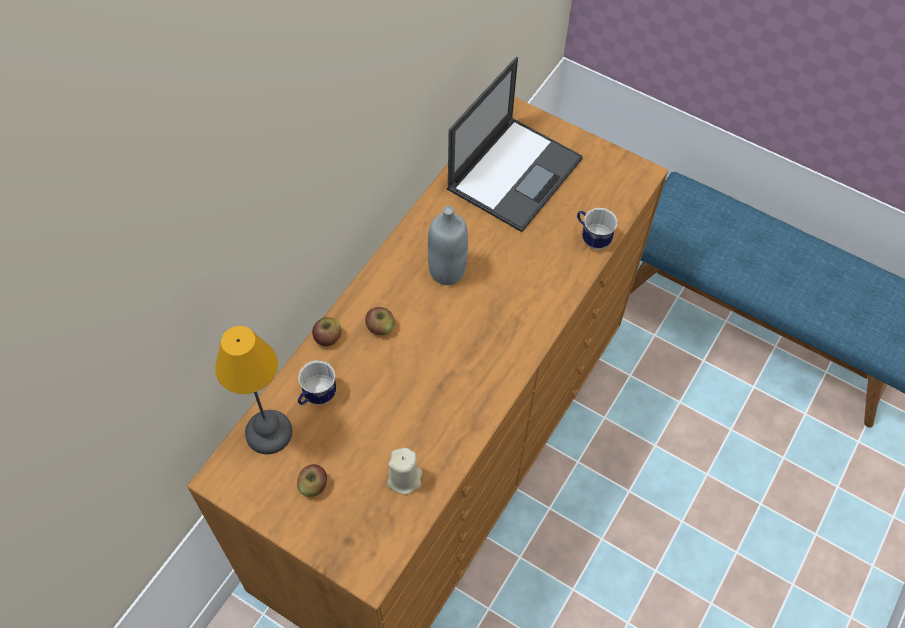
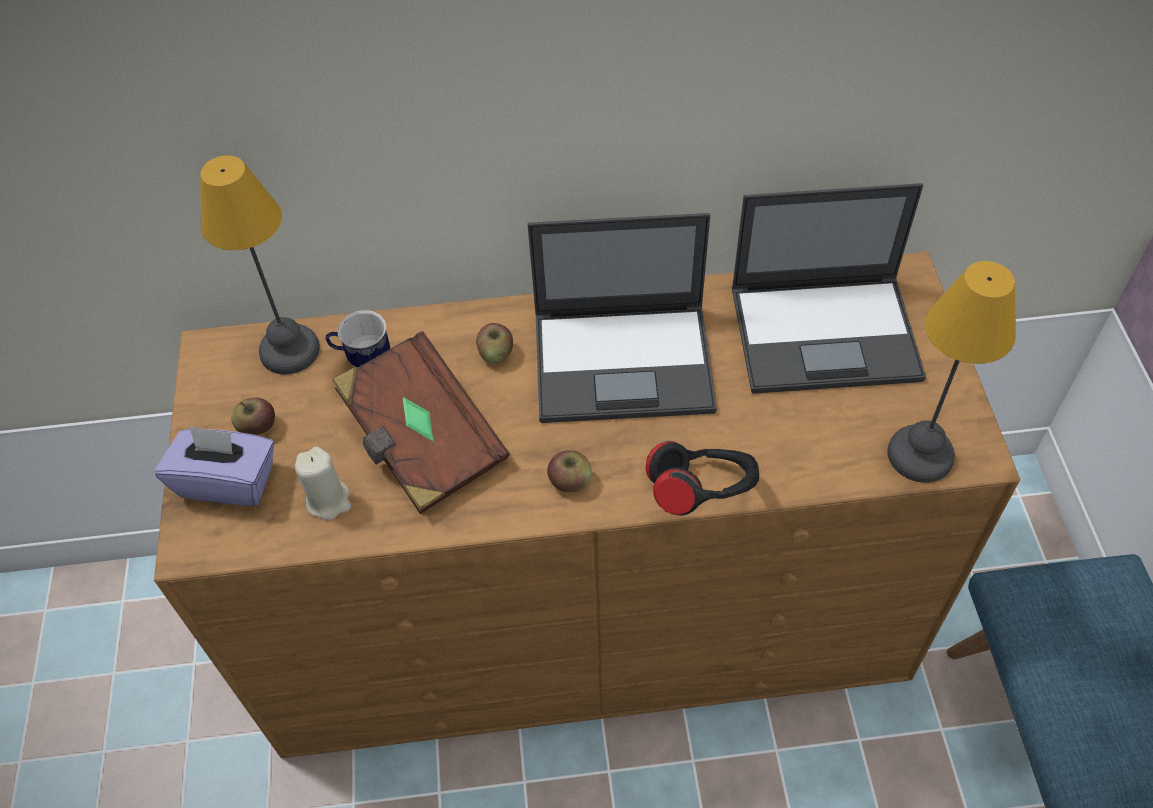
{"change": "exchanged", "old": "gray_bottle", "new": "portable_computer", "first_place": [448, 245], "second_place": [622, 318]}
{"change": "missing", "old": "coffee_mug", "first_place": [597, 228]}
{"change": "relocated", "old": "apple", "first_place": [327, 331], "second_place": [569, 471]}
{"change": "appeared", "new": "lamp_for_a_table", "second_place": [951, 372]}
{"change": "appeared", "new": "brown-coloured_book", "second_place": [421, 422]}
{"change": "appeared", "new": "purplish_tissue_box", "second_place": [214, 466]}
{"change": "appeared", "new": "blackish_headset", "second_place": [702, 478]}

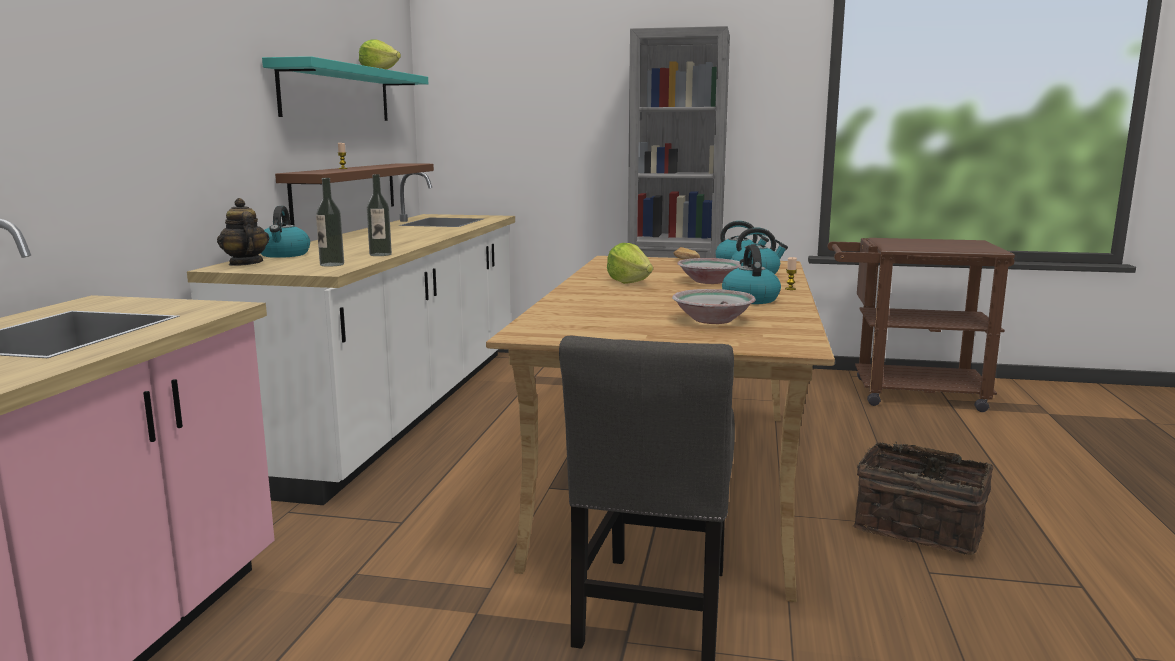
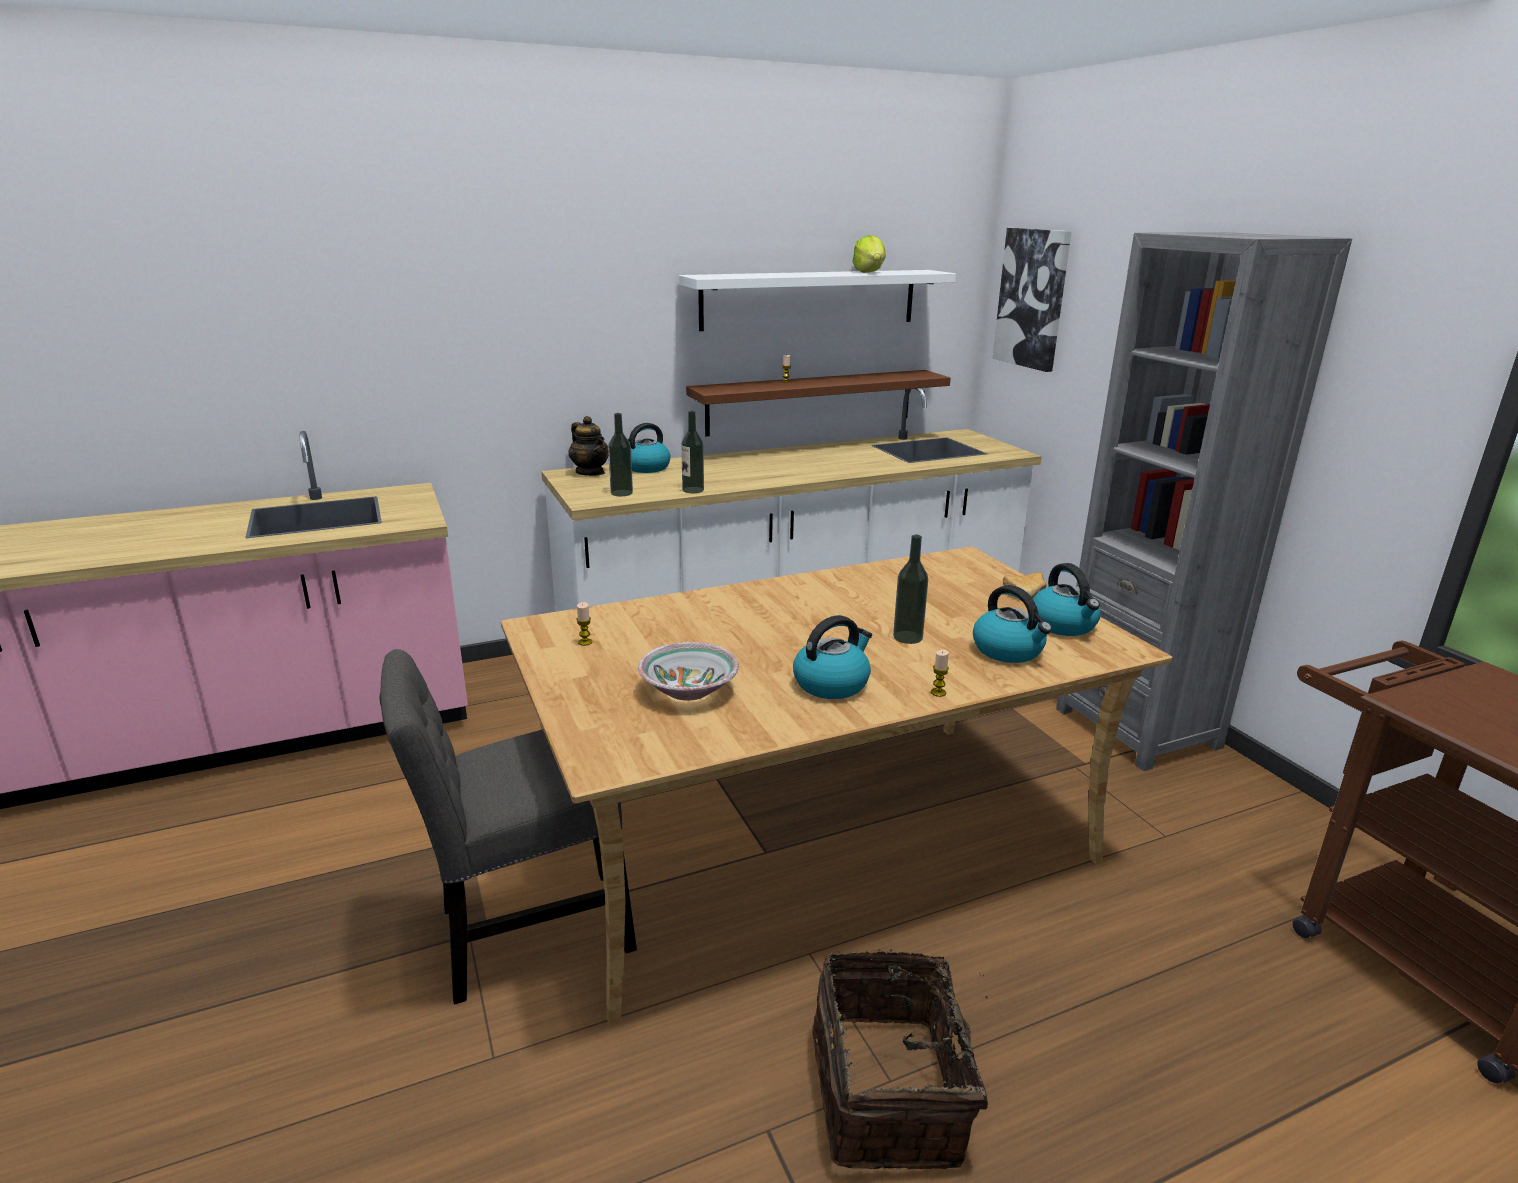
{"change": "colour", "old": "turquoise-coloured_shelf", "new": "white-coloured_shelf", "first_place": [345, 88], "second_place": [817, 300]}
{"change": "spun", "old": "pot_for_tea", "first_place": [243, 232], "second_place": [589, 446], "degrees": 120}
{"change": "missing", "old": "lettuce_head", "first_place": [630, 263]}
{"change": "exchanged", "old": "serving_bowl", "new": "bottle", "first_place": [709, 271], "second_place": [910, 589]}
{"change": "appeared", "new": "wall_picture", "second_place": [1032, 300]}
{"change": "appeared", "new": "wax_candle", "second_place": [584, 624]}

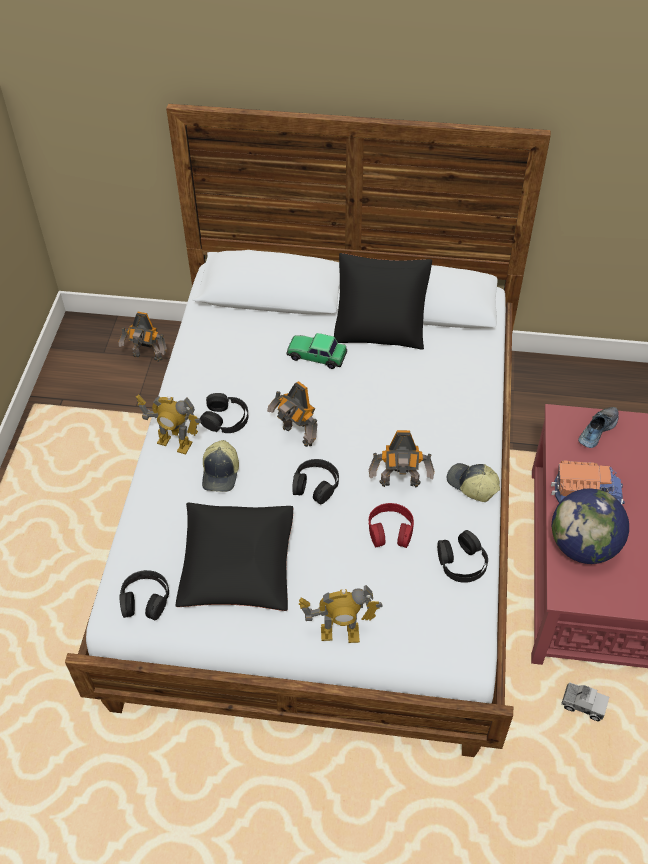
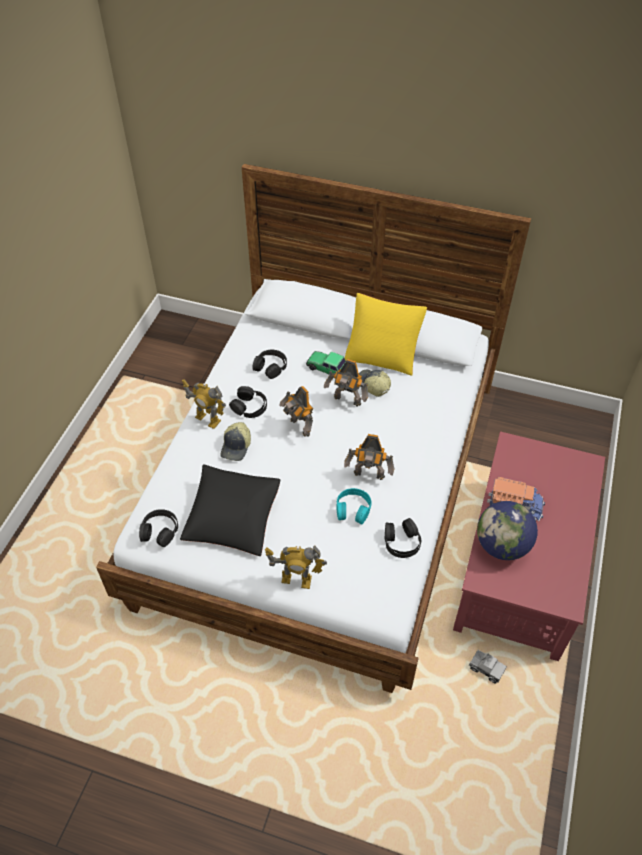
{"change": "colour", "old": "blackish_throw_pillow", "new": "yellow-coloured_throw_pillow", "first_place": [383, 301], "second_place": [386, 334]}
{"change": "relocated", "old": "robot_figure", "first_place": [143, 337], "second_place": [346, 383]}
{"change": "missing", "old": "item_of_footwear", "first_place": [598, 427]}
{"change": "relocated", "old": "blackish_headset", "first_place": [315, 481], "second_place": [270, 364]}
{"change": "relocated", "old": "peaked_cap", "first_place": [473, 482], "second_place": [375, 383]}
{"change": "colour", "old": "reddish_headset", "new": "turquoise-coloured_headset", "first_place": [391, 525], "second_place": [354, 506]}

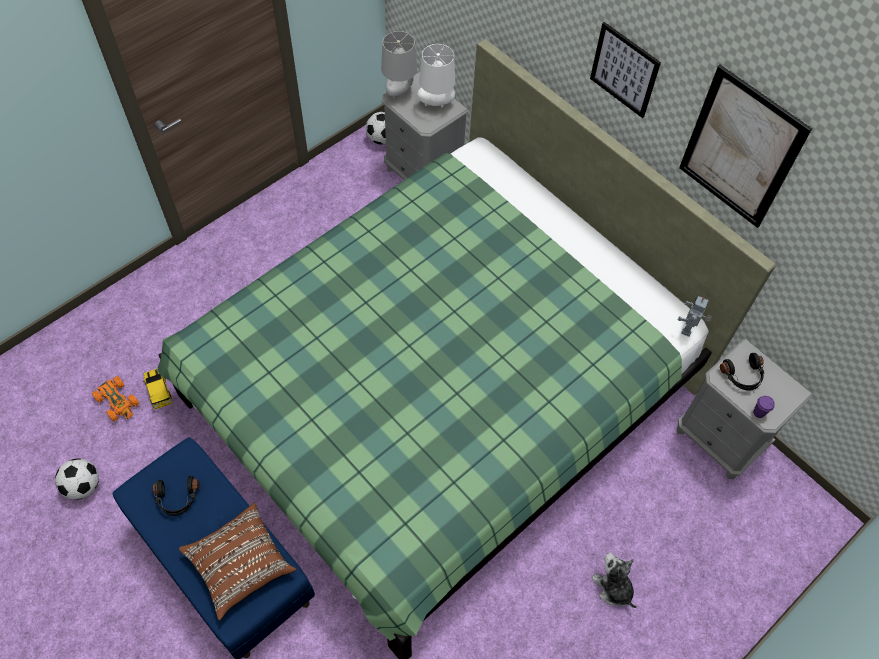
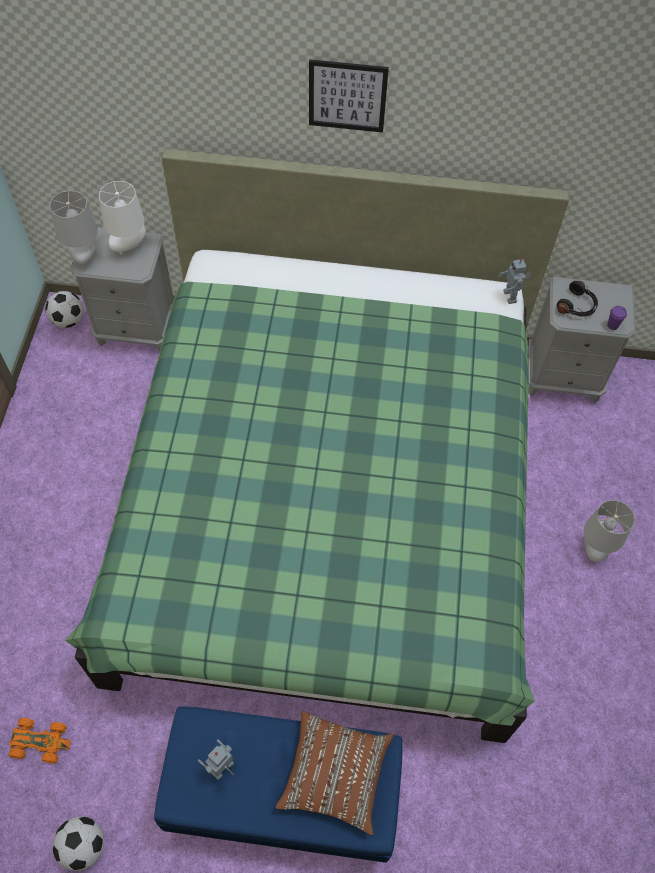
{"change": "missing", "old": "wall_picture", "first_place": [745, 146]}
{"change": "missing", "old": "model_car", "first_place": [157, 389]}
{"change": "exchanged", "old": "blackish_headset", "new": "robot_figure", "first_place": [175, 496], "second_place": [216, 759]}
{"change": "exchanged", "old": "soft_toy", "new": "gray_lamp_for_a_table", "first_place": [614, 580], "second_place": [609, 531]}

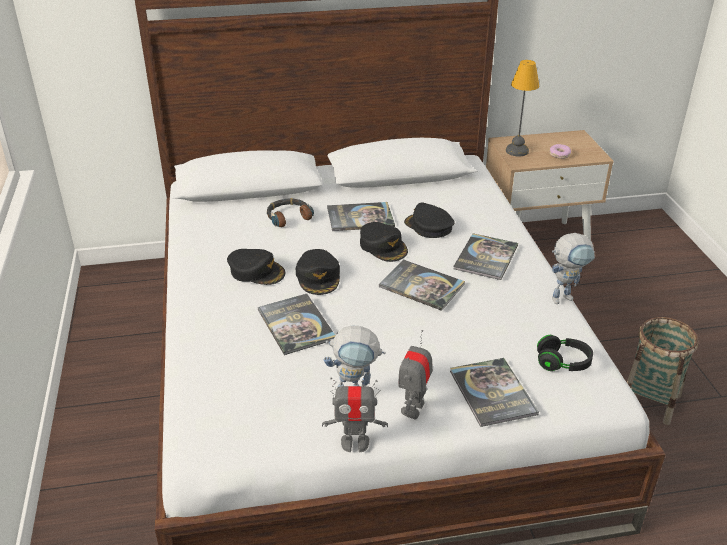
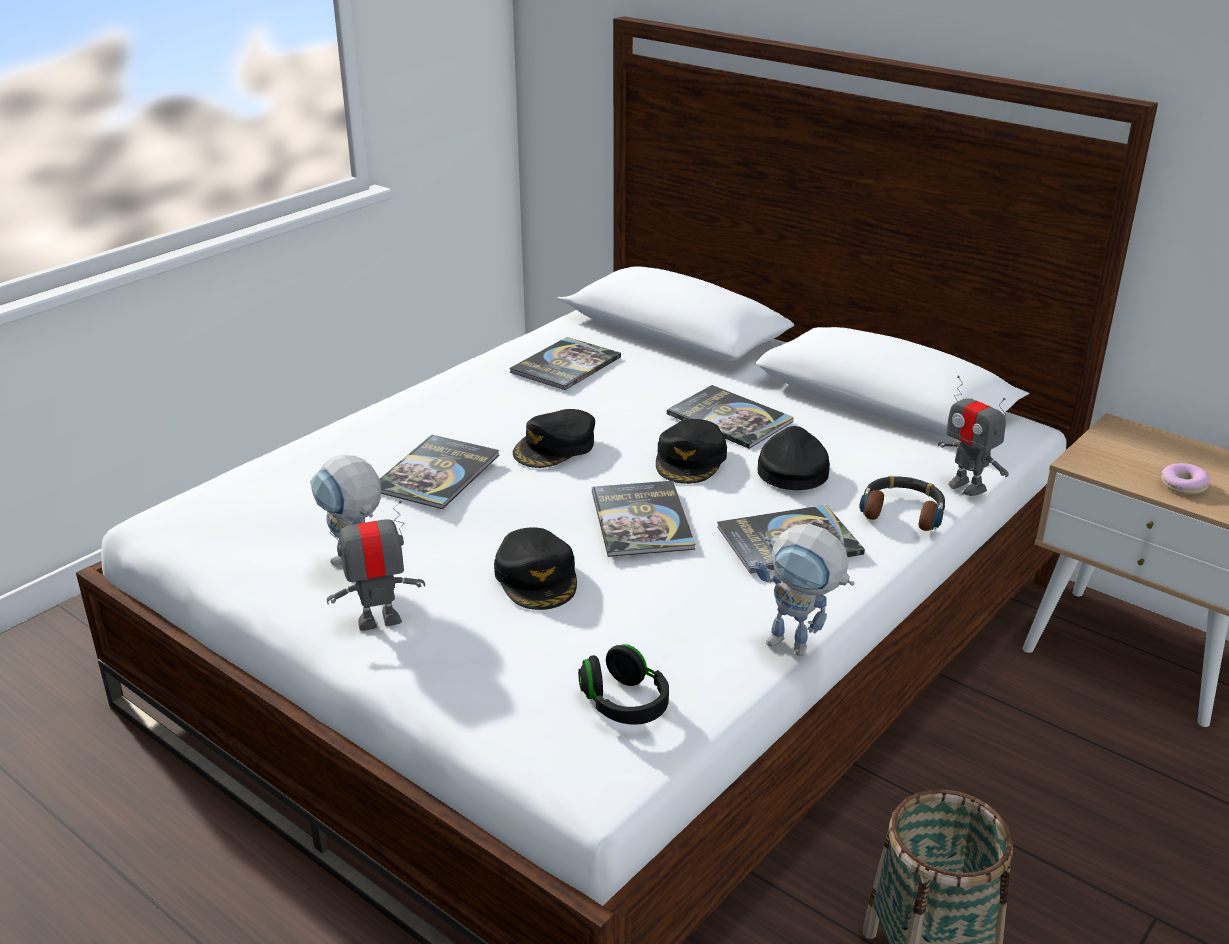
{"change": "missing", "old": "lamp_for_a_table", "first_place": [523, 108]}
{"change": "relocated", "old": "headset", "first_place": [290, 212], "second_place": [902, 503]}
{"change": "relocated", "old": "blackish_peaked_cap", "first_place": [256, 267], "second_place": [535, 568]}
{"change": "relocated", "old": "book", "first_place": [494, 392], "second_place": [565, 363]}
{"change": "relocated", "old": "robot_figure", "first_place": [355, 415], "second_place": [973, 436]}

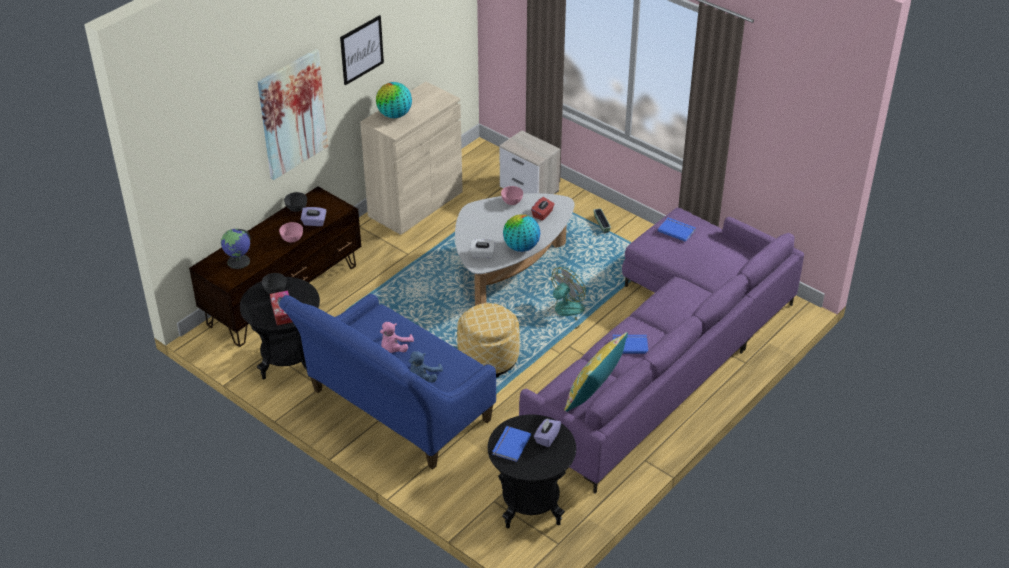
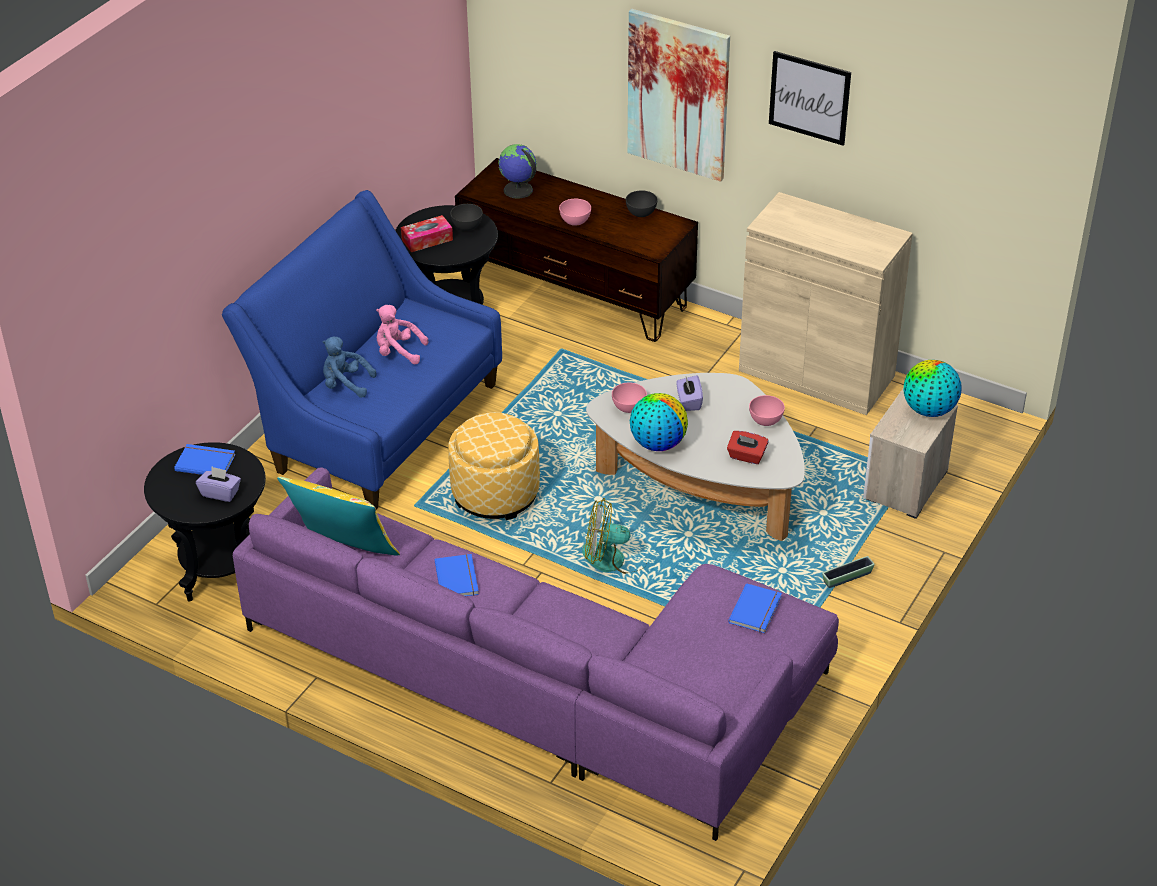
{"change": "relocated", "old": "desk_globe", "first_place": [394, 100], "second_place": [932, 388]}
{"change": "relocated", "old": "purplish_tissue_box", "first_place": [313, 216], "second_place": [690, 393]}
{"change": "exchanged", "old": "white-coloured_tissue_box", "new": "pink-coloured_serving_bowl", "first_place": [482, 248], "second_place": [629, 397]}
{"change": "spun", "old": "cooling_fan", "first_place": [565, 298], "second_place": [612, 536], "degrees": 150}

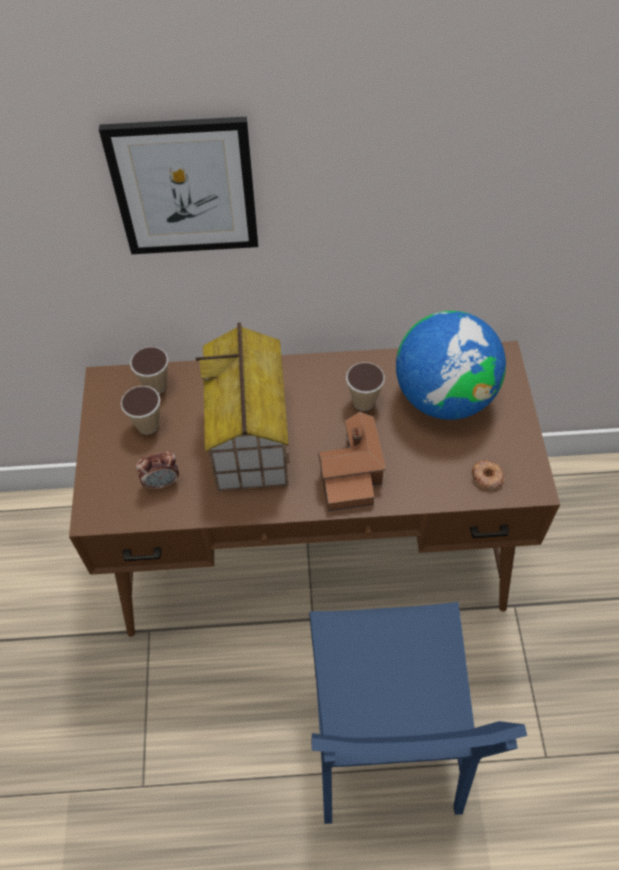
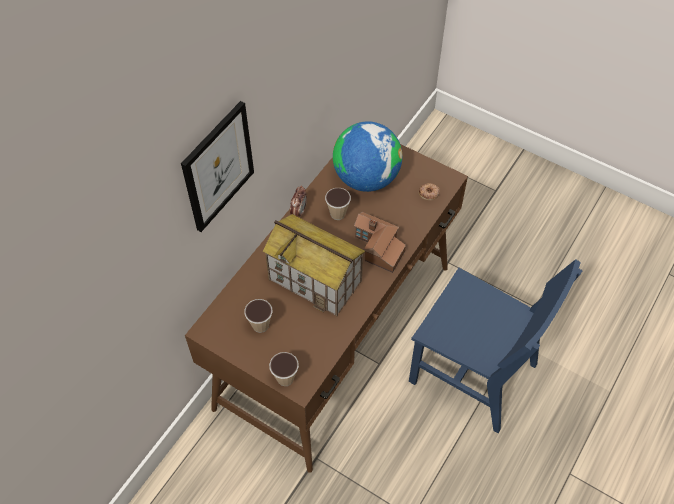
{"change": "relocated", "old": "cup", "first_place": [149, 370], "second_place": [284, 369]}
{"change": "relocated", "old": "table_clock", "first_place": [157, 471], "second_place": [298, 201]}

